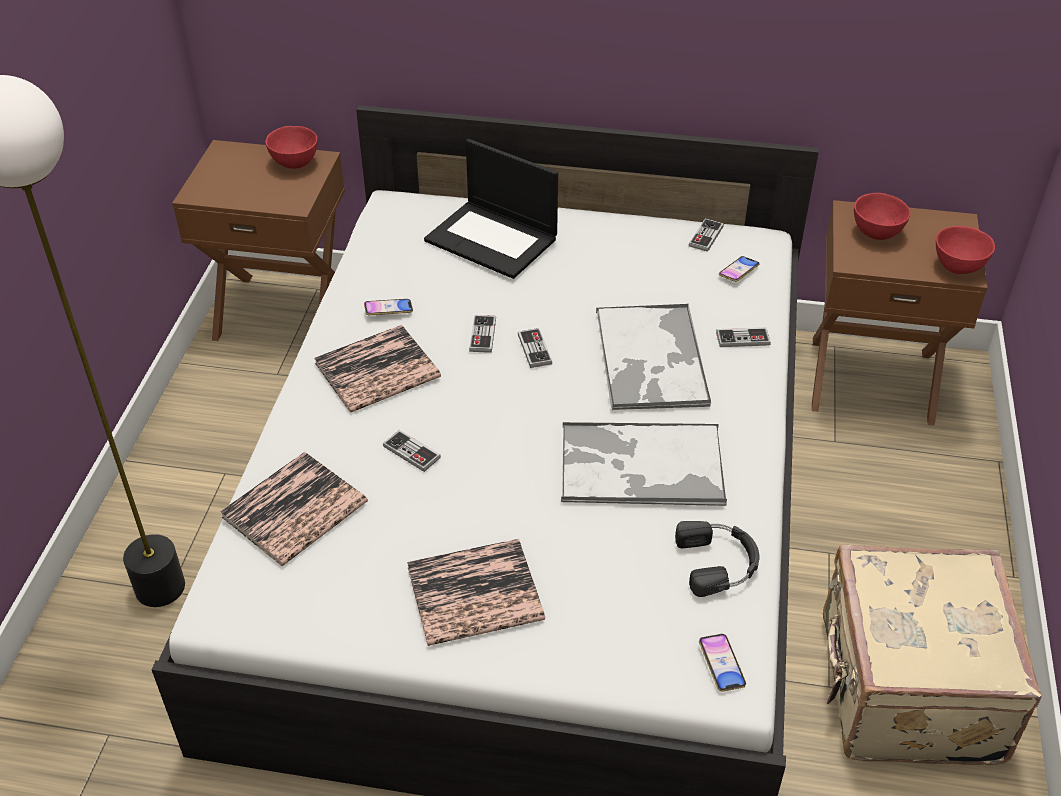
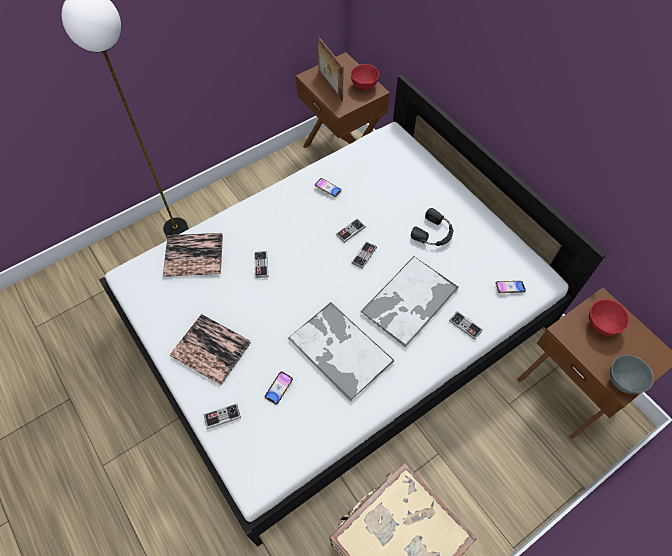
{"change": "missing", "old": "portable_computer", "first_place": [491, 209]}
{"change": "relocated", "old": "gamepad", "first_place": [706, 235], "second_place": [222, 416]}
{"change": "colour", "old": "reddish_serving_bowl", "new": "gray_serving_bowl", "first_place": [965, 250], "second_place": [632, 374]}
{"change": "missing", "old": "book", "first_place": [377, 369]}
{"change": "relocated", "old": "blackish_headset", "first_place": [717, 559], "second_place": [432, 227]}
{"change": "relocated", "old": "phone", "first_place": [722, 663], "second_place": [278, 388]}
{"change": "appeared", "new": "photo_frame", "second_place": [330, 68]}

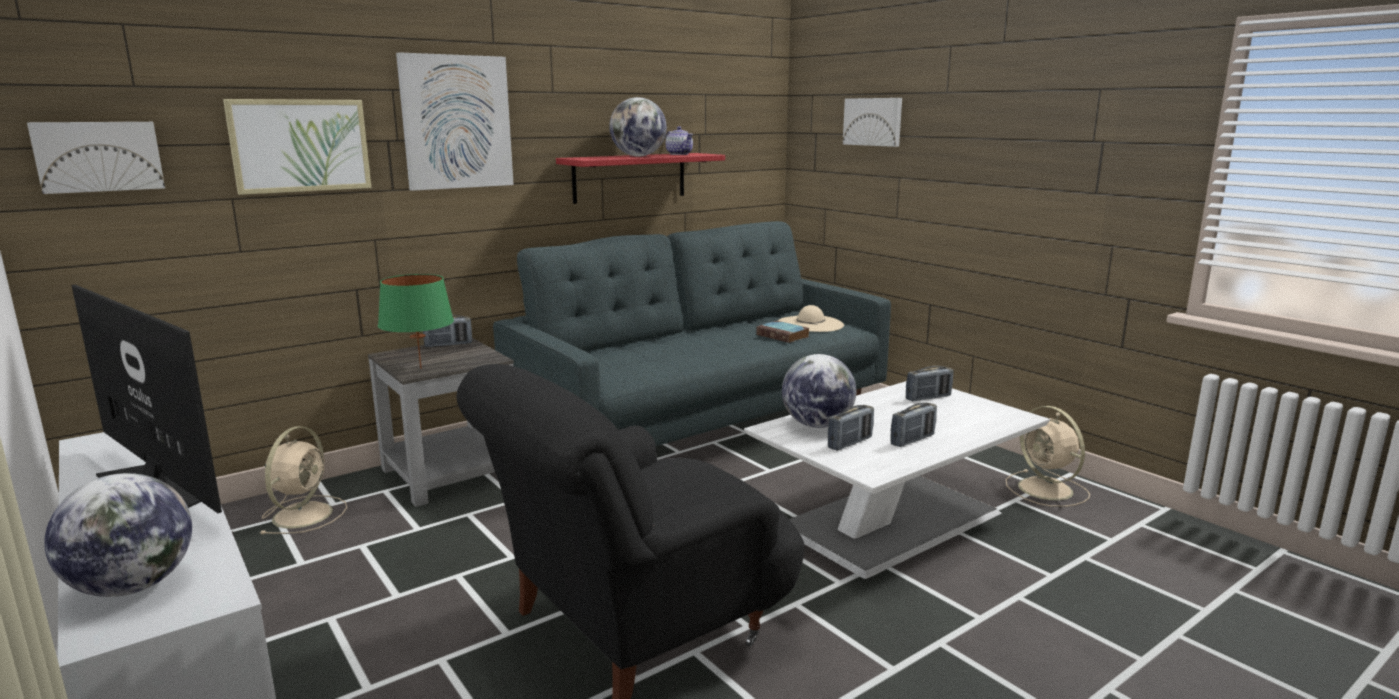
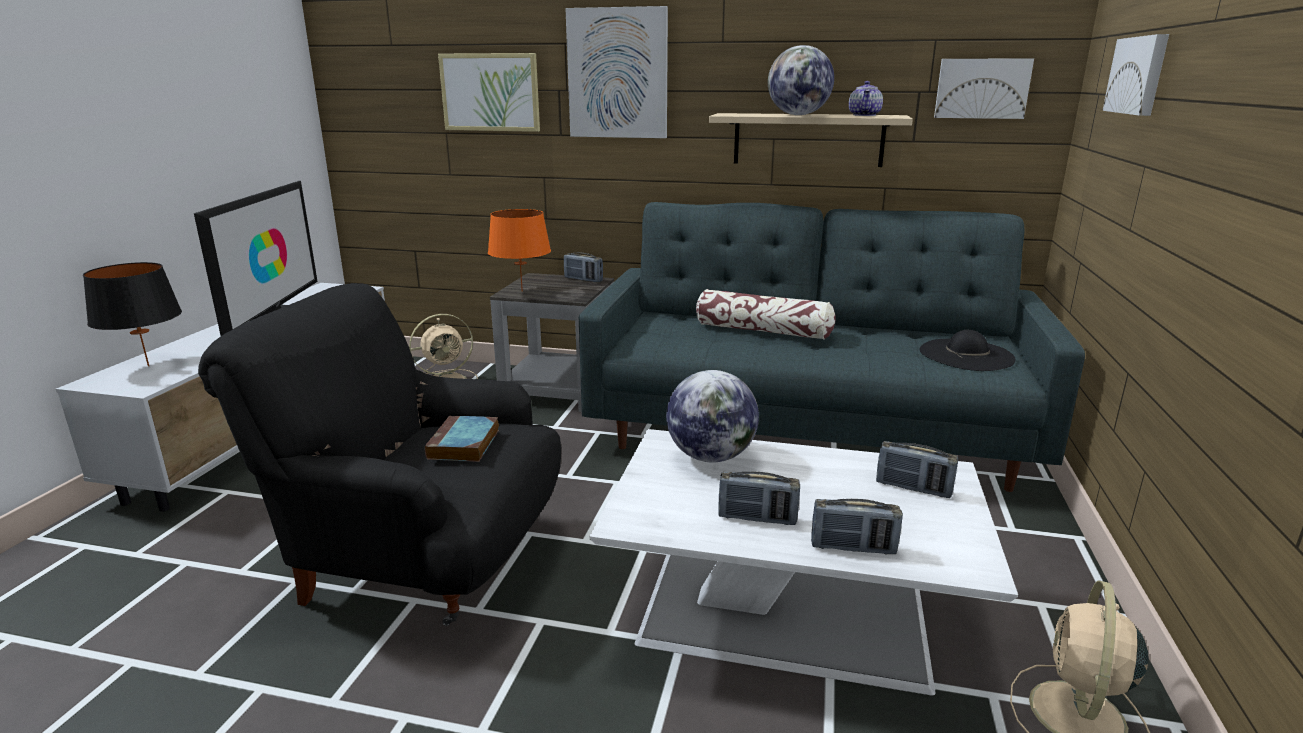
{"change": "relocated", "old": "wall_picture", "first_place": [96, 158], "second_place": [984, 88]}
{"change": "colour", "old": "reddish_shelf", "new": "sand-coloured_shelf", "first_place": [640, 178], "second_place": [811, 140]}
{"change": "colour", "old": "green-coloured_lamp_for_a_table", "new": "orange_lamp_for_a_table", "first_place": [416, 321], "second_place": [519, 250]}
{"change": "colour", "old": "sand-coloured_clothing_hat", "new": "blackish_clothing_hat", "first_place": [811, 318], "second_place": [968, 350]}
{"change": "relocated", "old": "book", "first_place": [782, 332], "second_place": [461, 438]}
{"change": "relocated", "old": "radio_receiver", "first_place": [851, 428], "second_place": [857, 526]}
{"change": "exchanged", "old": "desk_globe", "new": "blackish_lamp_for_a_table", "first_place": [118, 535], "second_place": [132, 314]}
{"change": "appeared", "new": "throw_pillow", "second_place": [765, 314]}

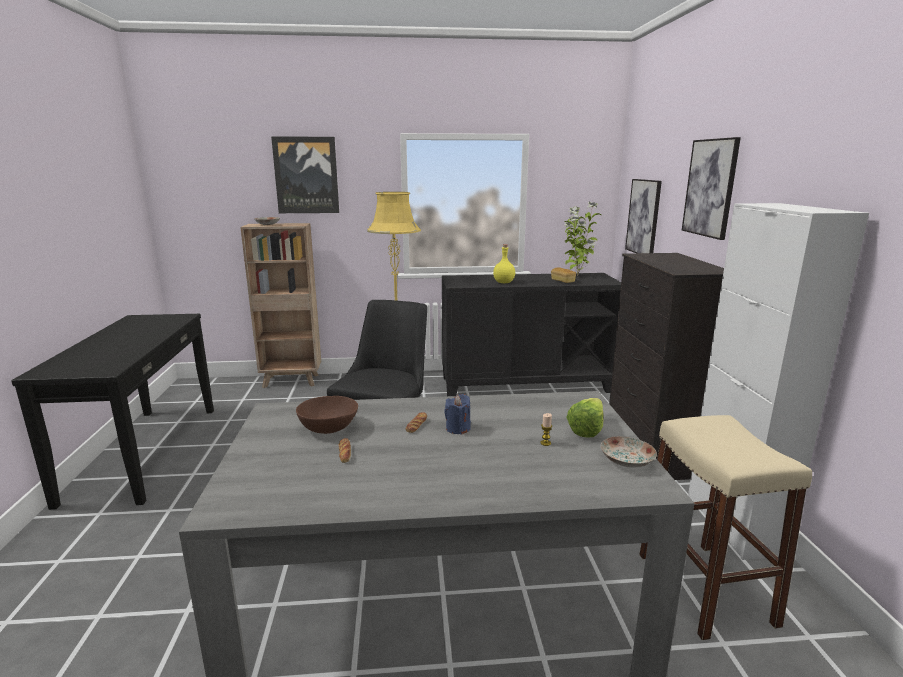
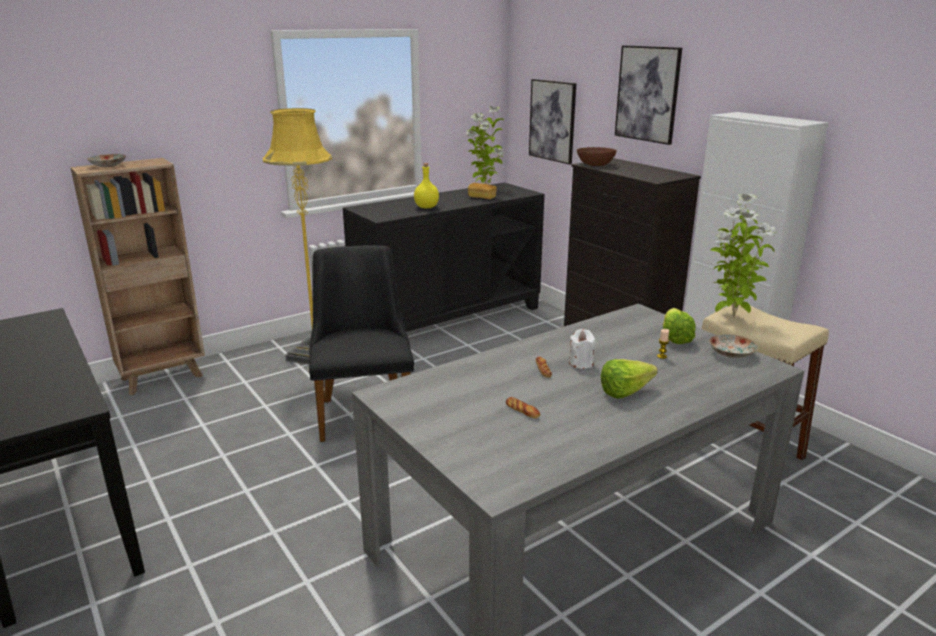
{"change": "missing", "old": "wall_picture", "first_place": [305, 174]}
{"change": "colour", "old": "bluish_wax_candle", "new": "white-coloured_wax_candle", "first_place": [457, 414], "second_place": [582, 349]}
{"change": "relocated", "old": "brown-coloured_serving_bowl", "first_place": [327, 415], "second_place": [597, 156]}
{"change": "appeared", "new": "potted_plant", "second_place": [743, 256]}
{"change": "appeared", "new": "lettuce_head", "second_place": [629, 379]}

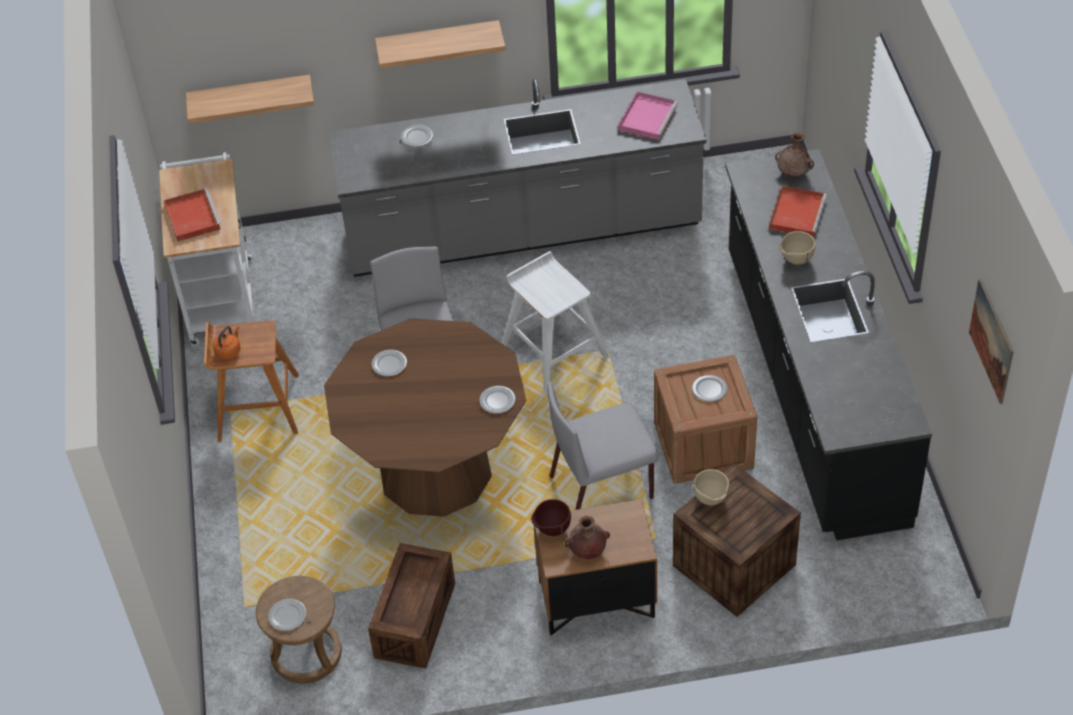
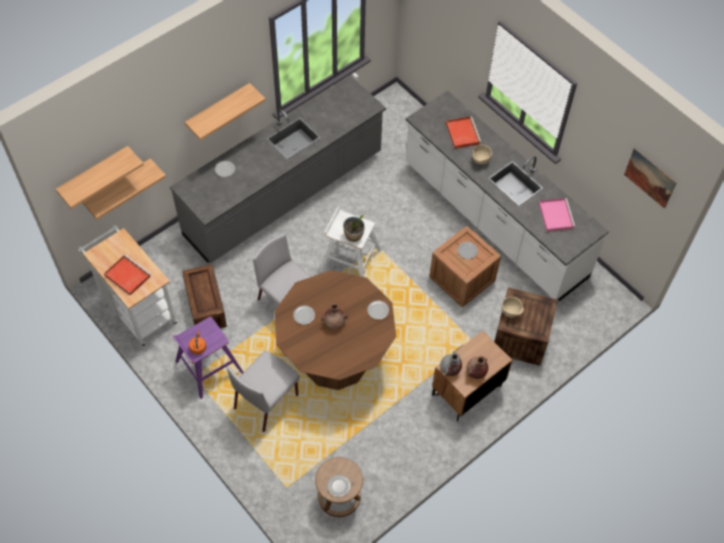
{"change": "relocated", "old": "pink-coloured_serving_tray", "first_place": [648, 116], "second_place": [557, 215]}
{"change": "relocated", "old": "brown-coloured_flower_vase", "first_place": [794, 154], "second_place": [334, 315]}
{"change": "colour", "old": "blackish_kitchen_counter", "new": "white-coloured_kitchen_counter", "first_place": [828, 345], "second_place": [507, 196]}
{"change": "colour", "old": "brown-coloured_stool", "new": "purplish_stool", "first_place": [251, 381], "second_place": [208, 358]}
{"change": "relocated", "old": "gray_plain_chair", "first_place": [602, 446], "second_place": [263, 391]}
{"change": "exchanged", "old": "brown-coloured_serving_bowl", "new": "gray_flower_vase", "first_place": [551, 517], "second_place": [451, 364]}
{"change": "relocated", "old": "packing_crate", "first_place": [411, 606], "second_place": [204, 296]}
{"change": "appeared", "new": "shelf", "second_place": [100, 177]}
{"change": "appeared", "new": "potted_plant", "second_place": [354, 228]}

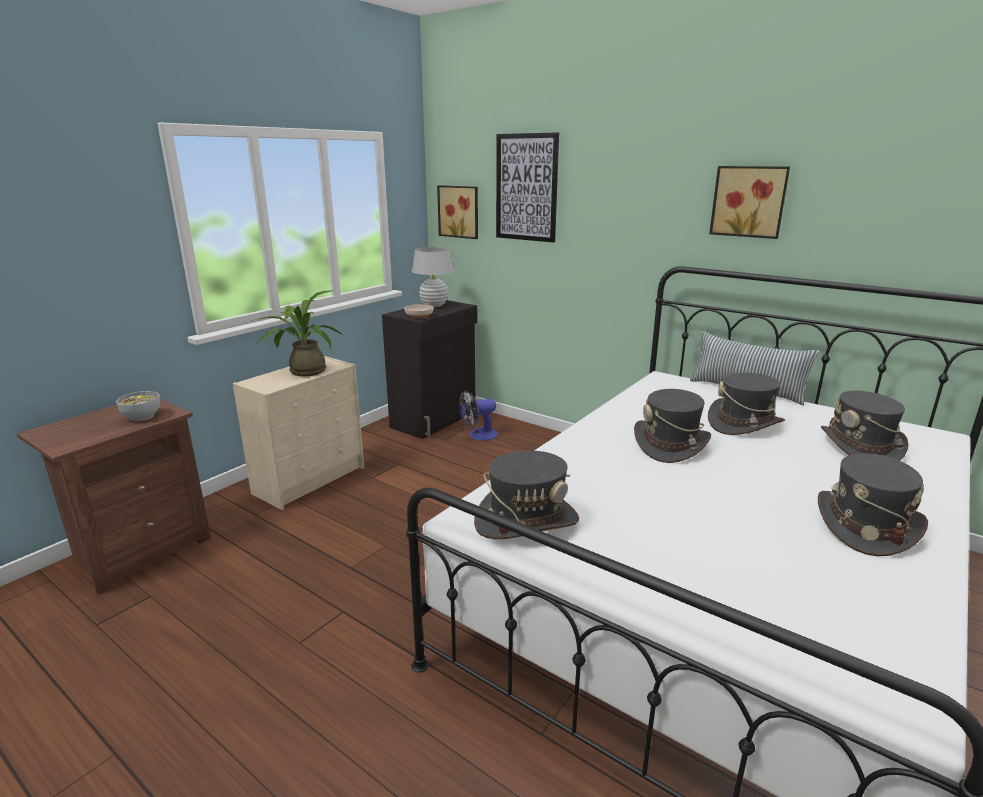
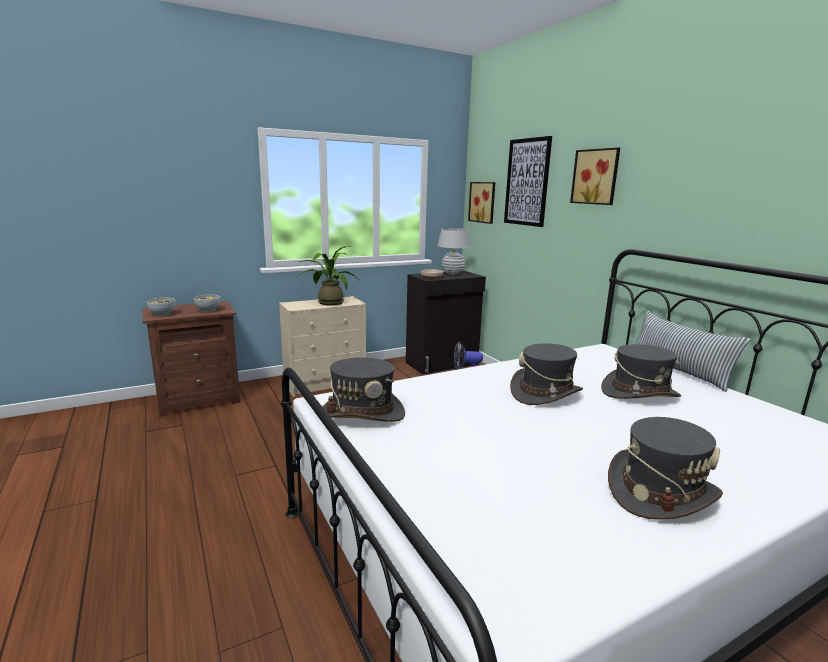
{"change": "relocated", "old": "wall_picture", "first_place": [749, 202], "second_place": [595, 176]}
{"change": "missing", "old": "gray_clothing_hat", "first_place": [864, 426]}
{"change": "appeared", "new": "serving_bowl", "second_place": [161, 307]}

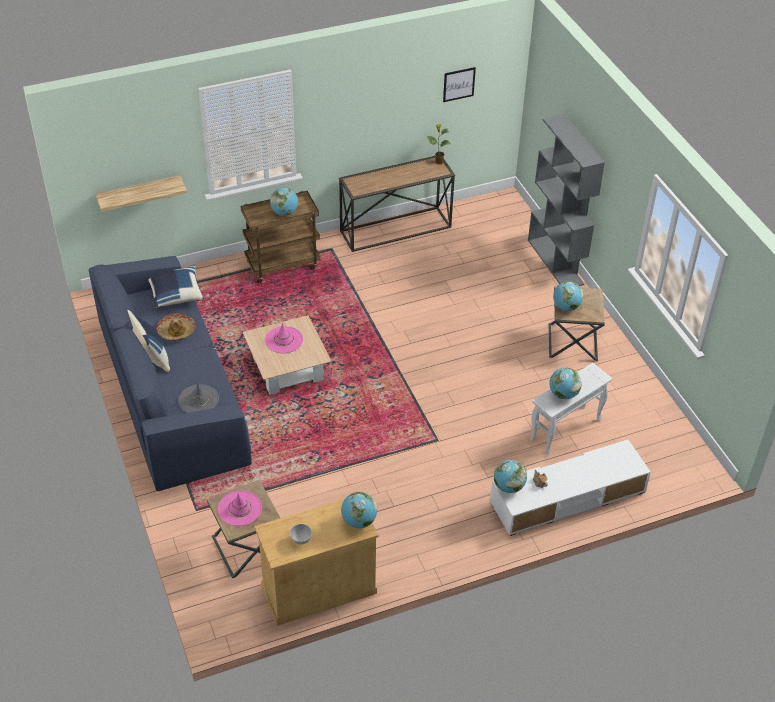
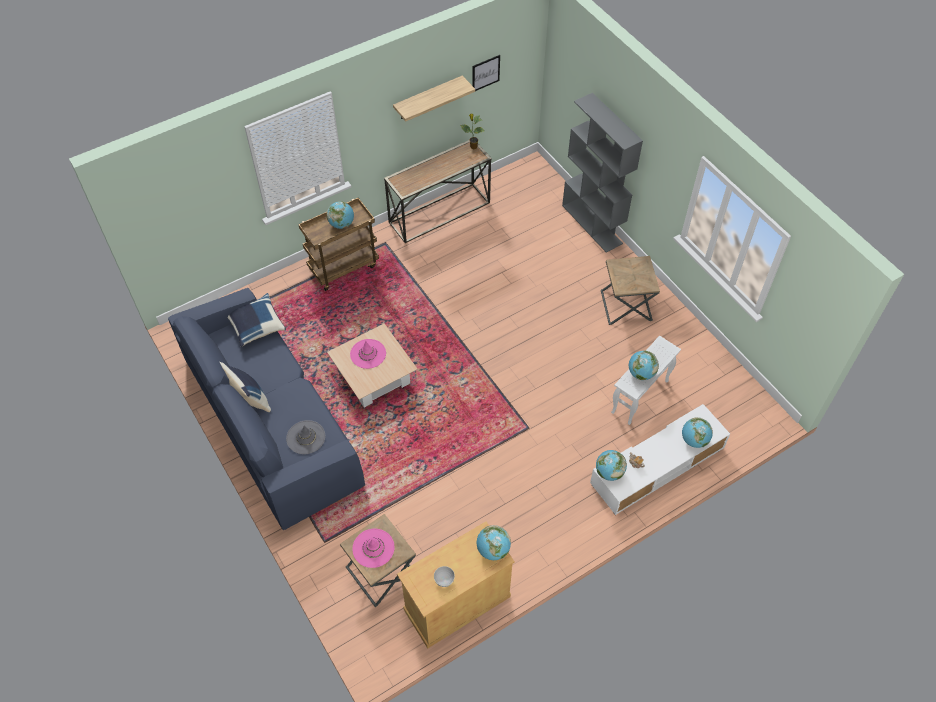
{"change": "relocated", "old": "shelf", "first_place": [141, 193], "second_place": [434, 99]}
{"change": "relocated", "old": "desk_globe", "first_place": [568, 296], "second_place": [697, 432]}
{"change": "missing", "old": "clothing_hat", "first_place": [176, 327]}

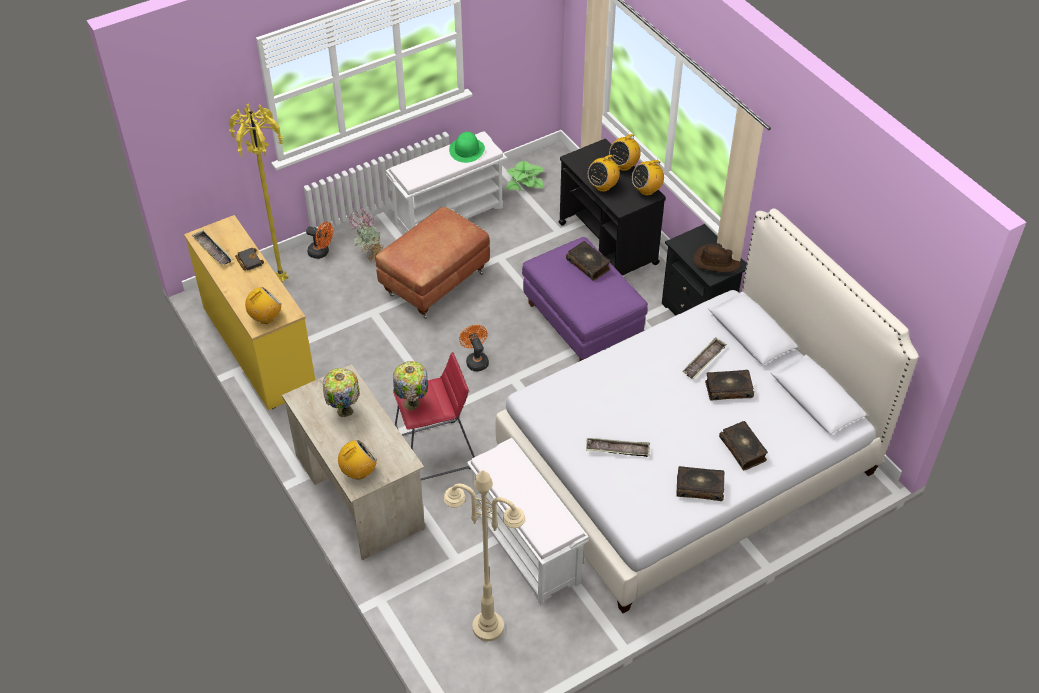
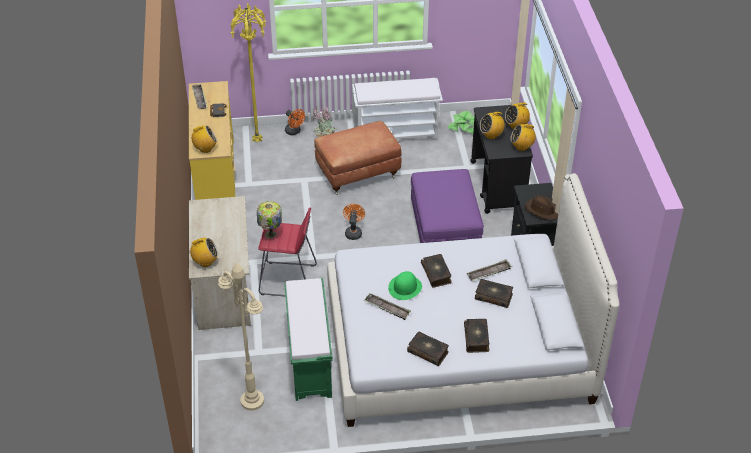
{"change": "relocated", "old": "green-coloured_clothing_hat", "first_place": [467, 147], "second_place": [405, 285]}
{"change": "relocated", "old": "book", "first_place": [588, 261], "second_place": [436, 271]}
{"change": "missing", "old": "lamp_for_a_table", "first_place": [341, 392]}
{"change": "colour", "old": "white-coloured_bench", "new": "green-coloured_bench", "first_place": [528, 521], "second_place": [308, 339]}

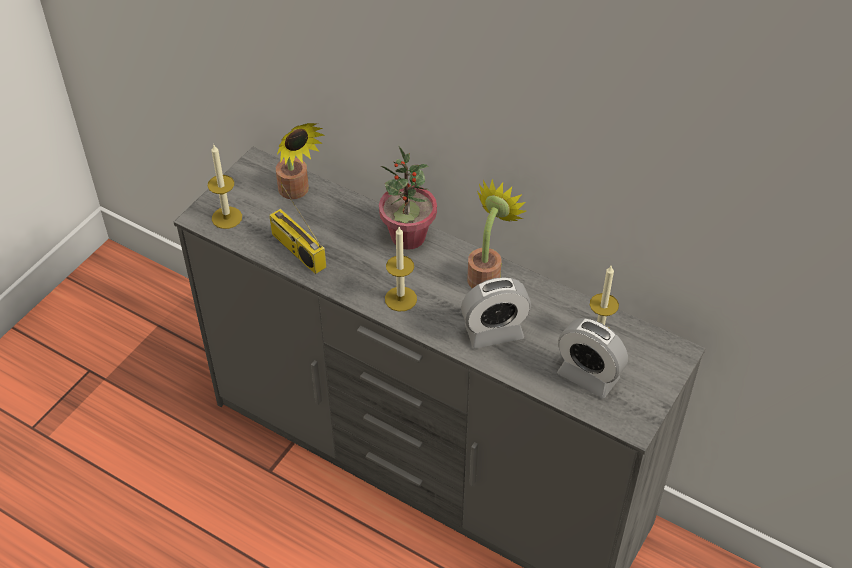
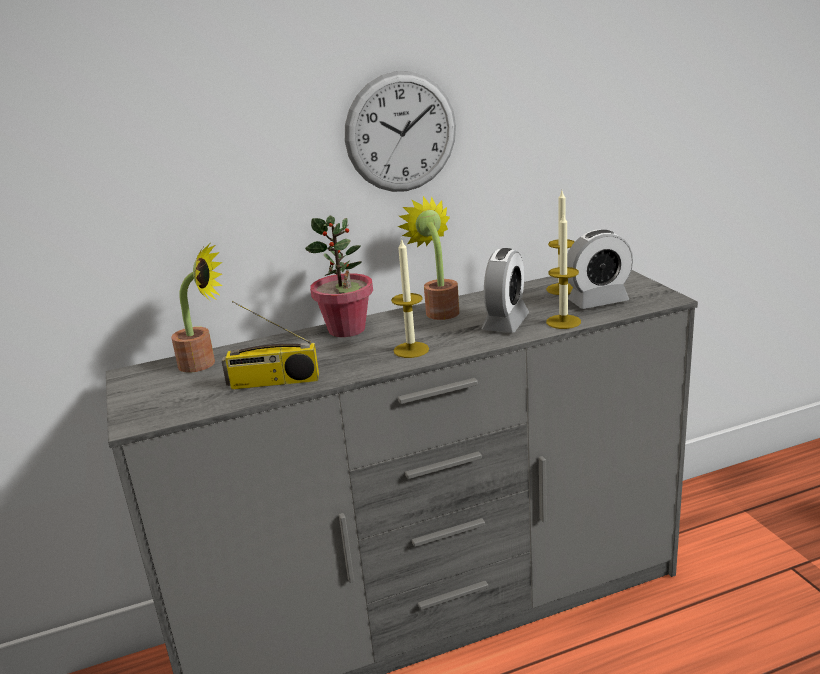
{"change": "relocated", "old": "wax_candle", "first_place": [225, 187], "second_place": [563, 271]}
{"change": "appeared", "new": "hanging_clock", "second_place": [400, 131]}

